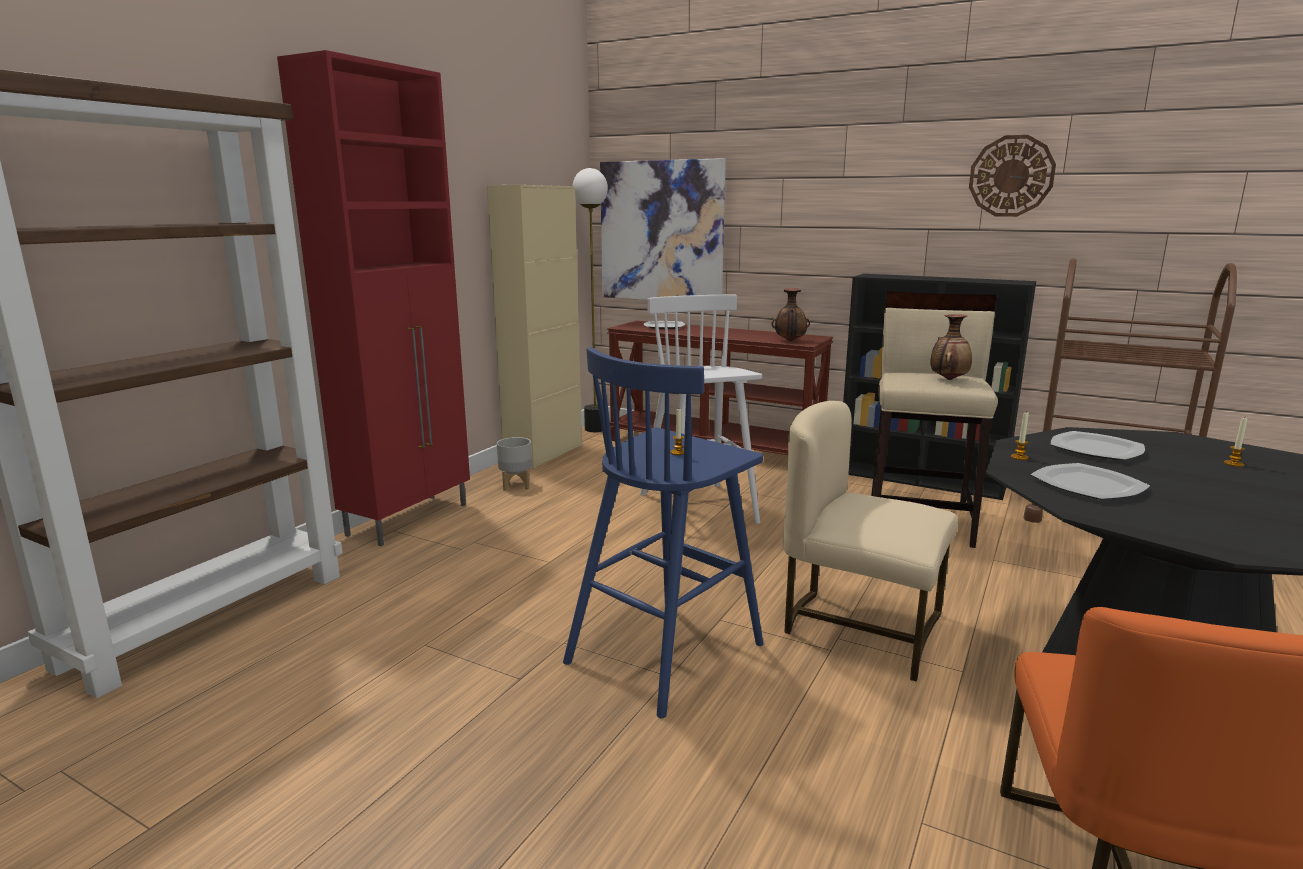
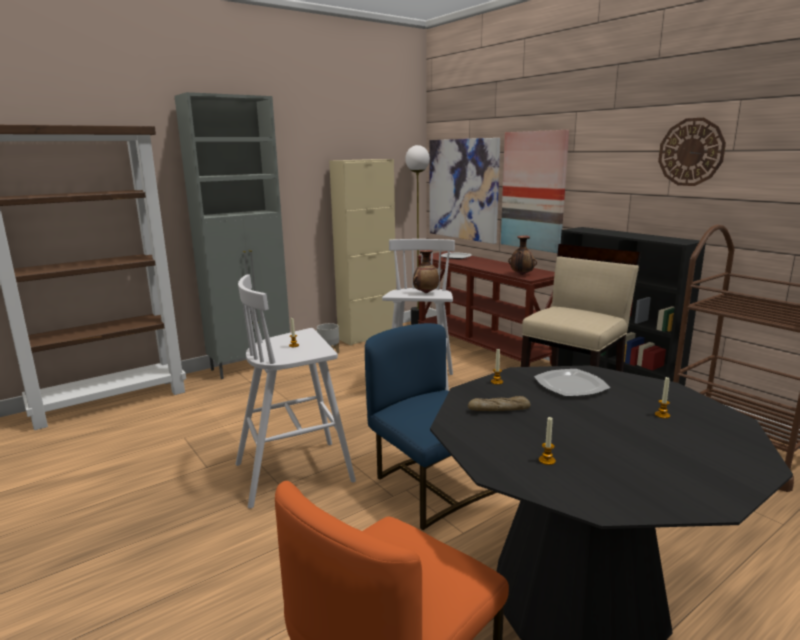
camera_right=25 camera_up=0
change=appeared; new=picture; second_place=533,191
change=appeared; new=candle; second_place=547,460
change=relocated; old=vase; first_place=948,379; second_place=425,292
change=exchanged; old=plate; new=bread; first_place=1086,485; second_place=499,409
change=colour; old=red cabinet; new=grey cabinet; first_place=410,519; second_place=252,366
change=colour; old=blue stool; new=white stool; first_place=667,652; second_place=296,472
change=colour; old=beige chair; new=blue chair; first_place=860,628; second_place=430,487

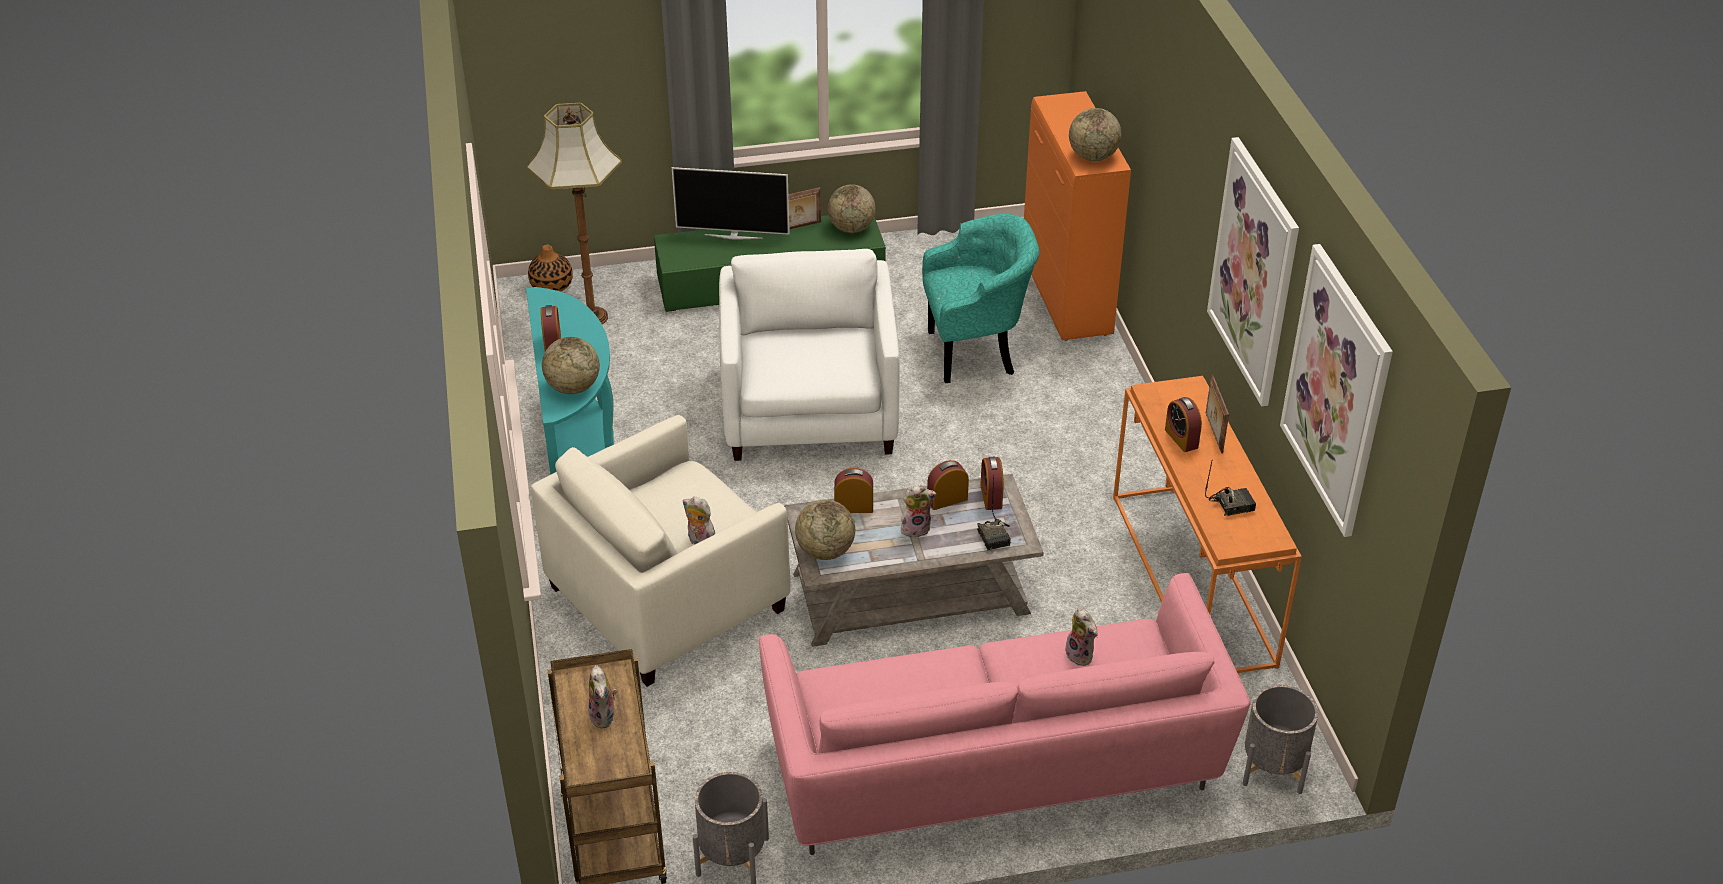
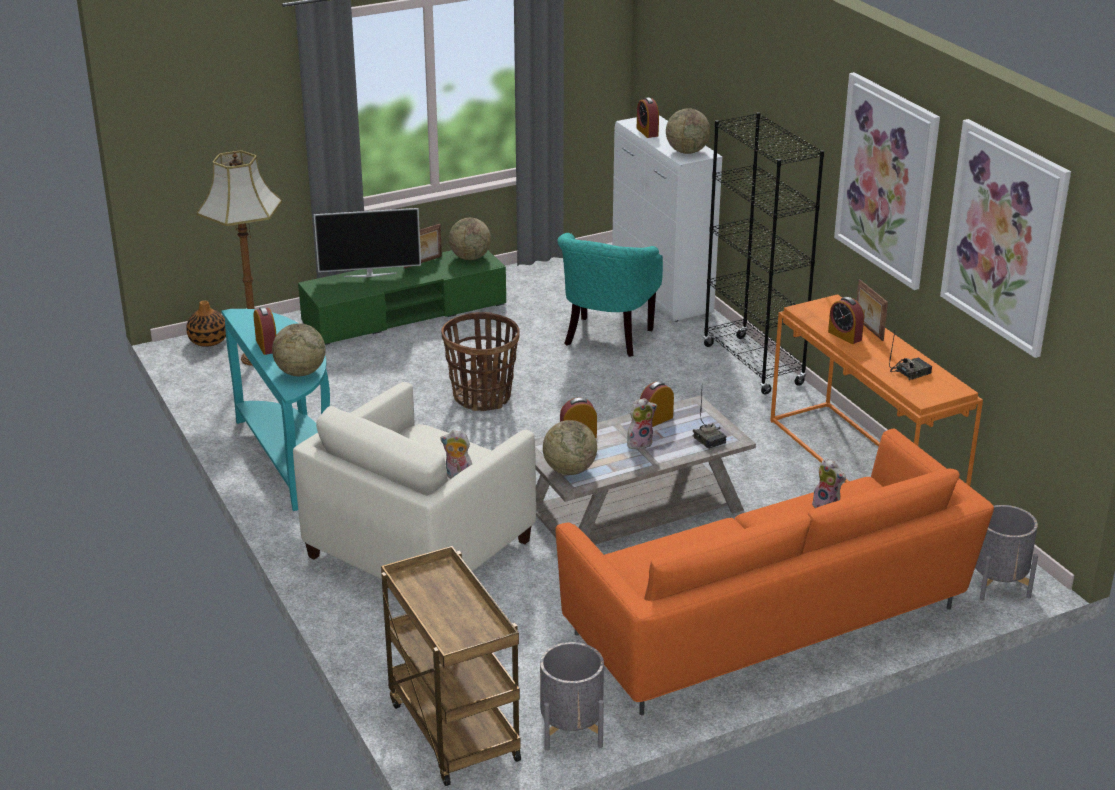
camera_right=-15 camera_up=-10
change=missing; old=plush toy; first_place=604,717
change=appeared; new=black bookcase; second_place=753,365
change=relocated; old=alarm clock; first_place=991,496; second_place=647,132
change=exchanged; old=white armchair; new=basket; first_place=809,410; second_place=482,397
change=colour; old=pink sofa; new=orange sofa; first_place=994,769; second_place=769,624
change=colour; old=orange cabinet; new=white cabinet; first_place=1066,298; second_place=662,293
change=spun; old=turquoise armchair; first_place=976,352; second_place=606,339; degrees=135

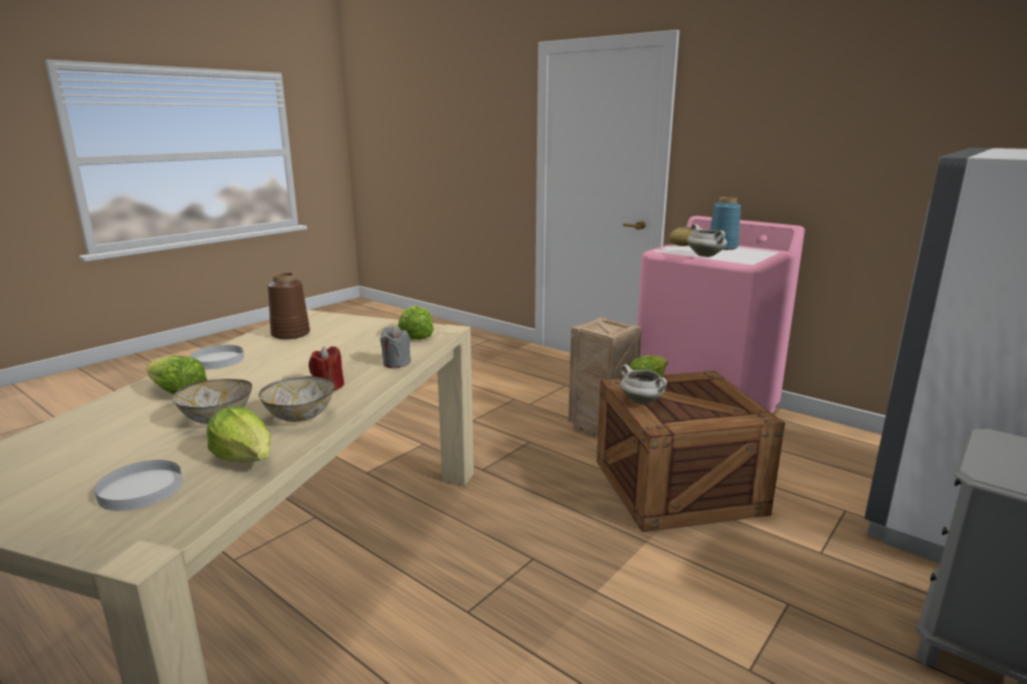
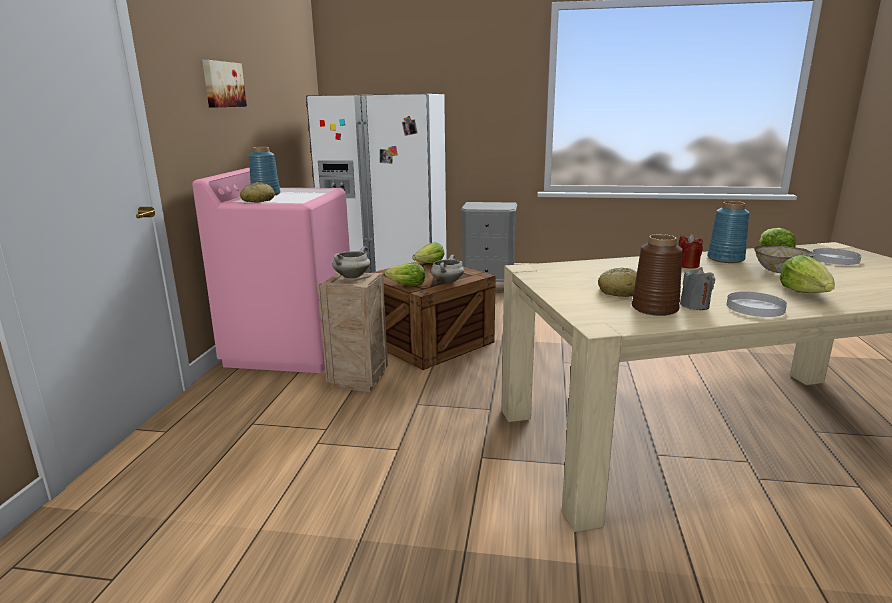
camera_right=-120 camera_up=0
change=appeared; new=picture; second_place=223,84
change=appeared; new=bread; second_place=619,292
change=relocated; old=grey candle; first_place=396,363; second_place=694,306
change=relocated; old=lettuce; first_place=415,335; second_place=429,264
change=relocated; old=white cooking pot; first_place=706,256; second_place=352,276
change=exchanged; old=bowl; new=blue vase; first_place=299,416; second_place=726,259

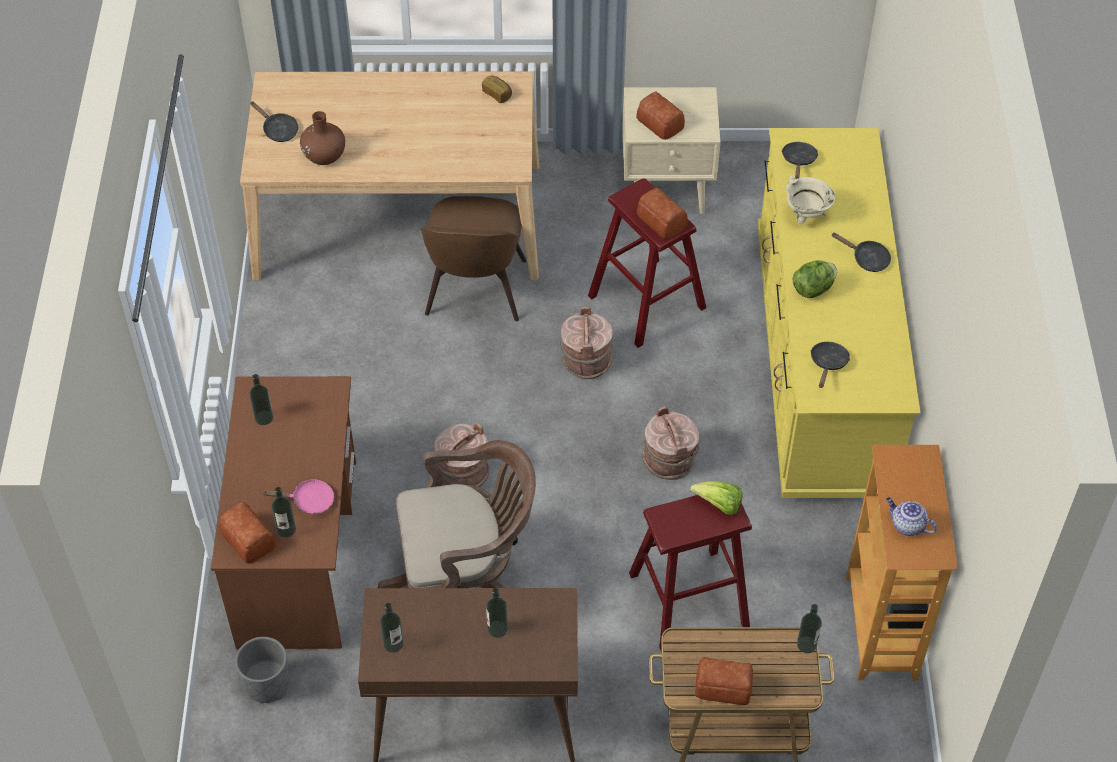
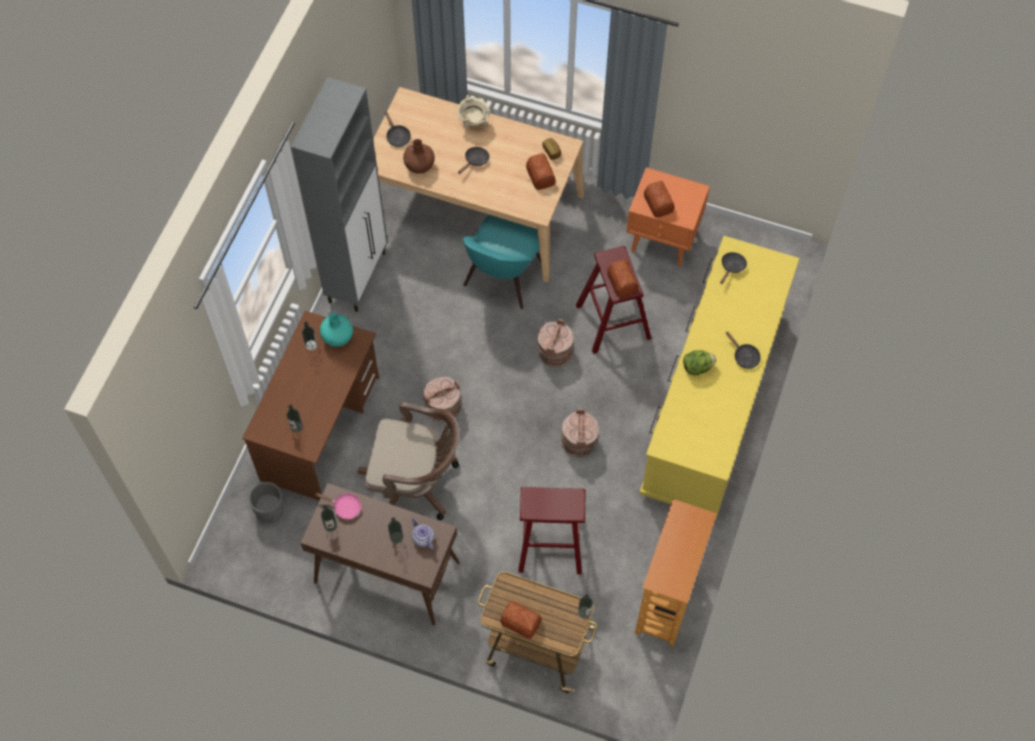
camera_right=20 camera_up=10
change=missing; old=lettuce; first_place=719,505
change=appeared; new=grey cabinet; second_place=358,276
change=appeared; new=turquoise vase; second_place=337,337
change=relocated; old=bread; first_place=248,537; second_place=541,175
change=relocated; old=pink frying pan; first_place=309,501; second_place=344,507
change=relocated; old=beige cooking pot; first_place=805,216; second_place=473,123
change=relocated; old=black frying pan; first_place=828,363; second_place=475,161
change=relocated; old=teapot; first_place=907,525; second_place=423,538
change=colour; old=brown chair; new=turquoise chair; first_place=475,291; second_place=503,278
change=colour; old=beige nightstand; new=orange nightstand; first_place=668,189; second_place=664,240

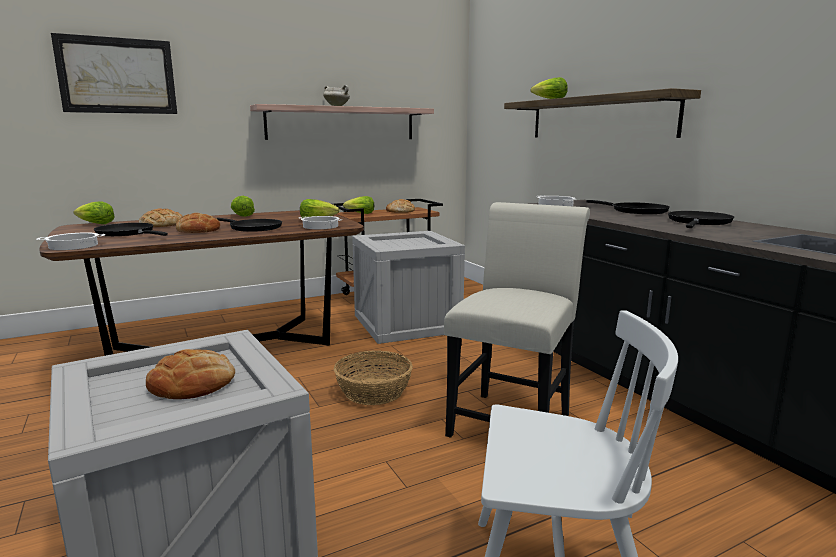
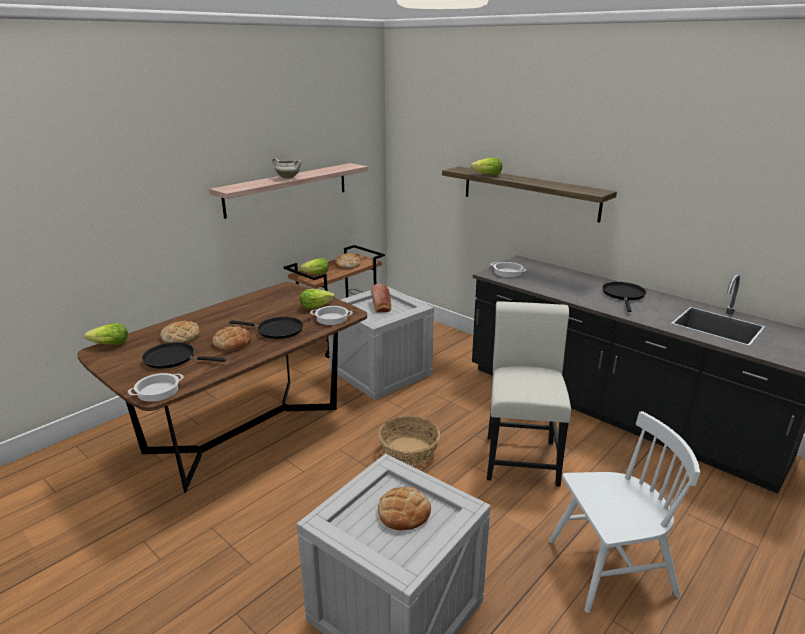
camera_right=-20 camera_up=10
change=missing; old=picture; first_place=117,76
change=missing; old=lettuce; first_place=242,215
change=missing; old=black frying pan; first_place=636,211
change=appeared; new=bread; second_place=381,306

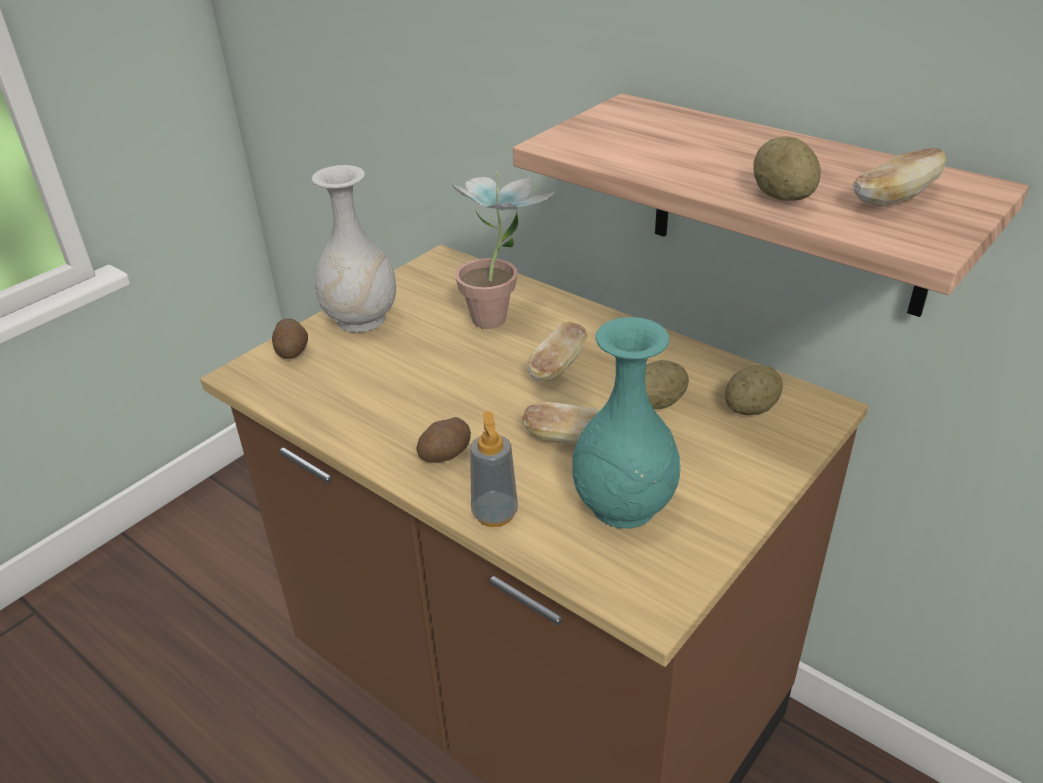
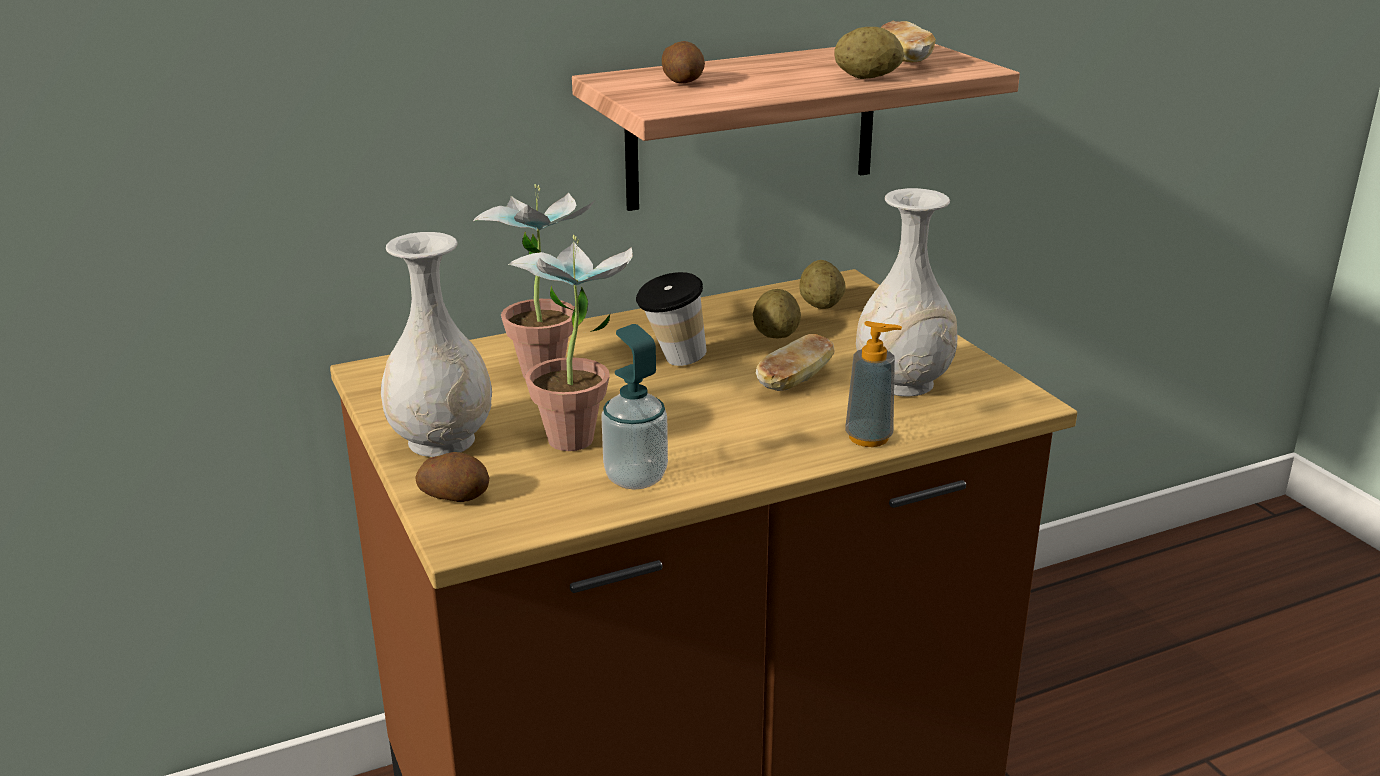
camera_right=-65 camera_up=-10
change=appeared; new=potted plant; second_place=581,432
change=appeared; new=soap dispenser; second_place=635,477
change=relocated; old=potato; first_place=446,454; second_place=683,81
change=exchanged; old=bread; new=cup; first_place=558,367; second_place=672,361
change=colour; old=turquoise vase; new=white vase; first_place=622,507; second_place=903,383

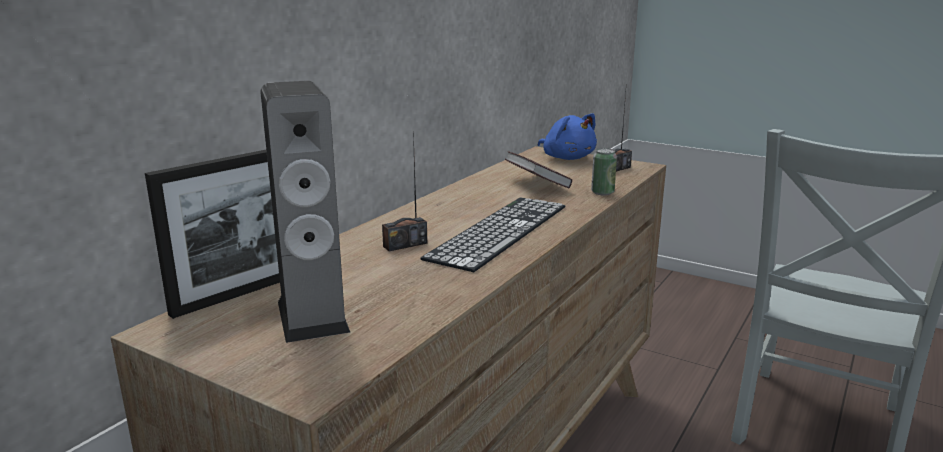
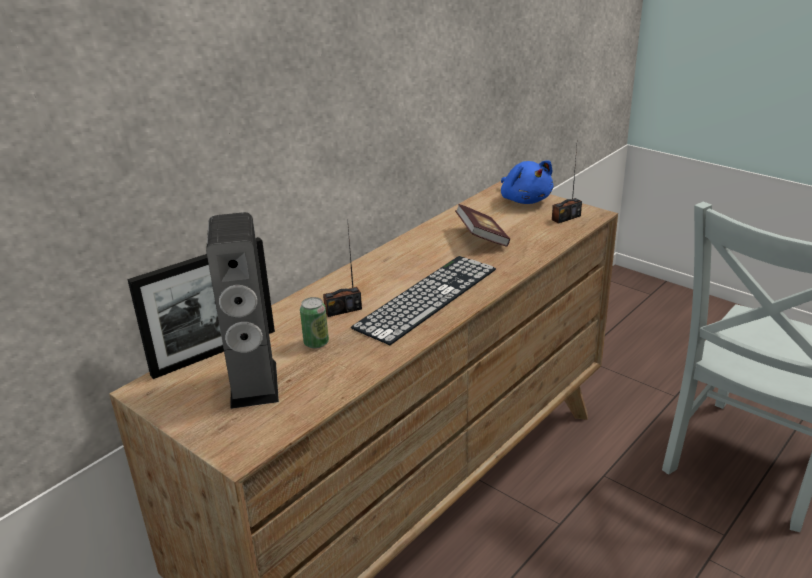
camera_right=10 camera_up=10
change=relocated; old=can; first_place=602,192; second_place=316,343

